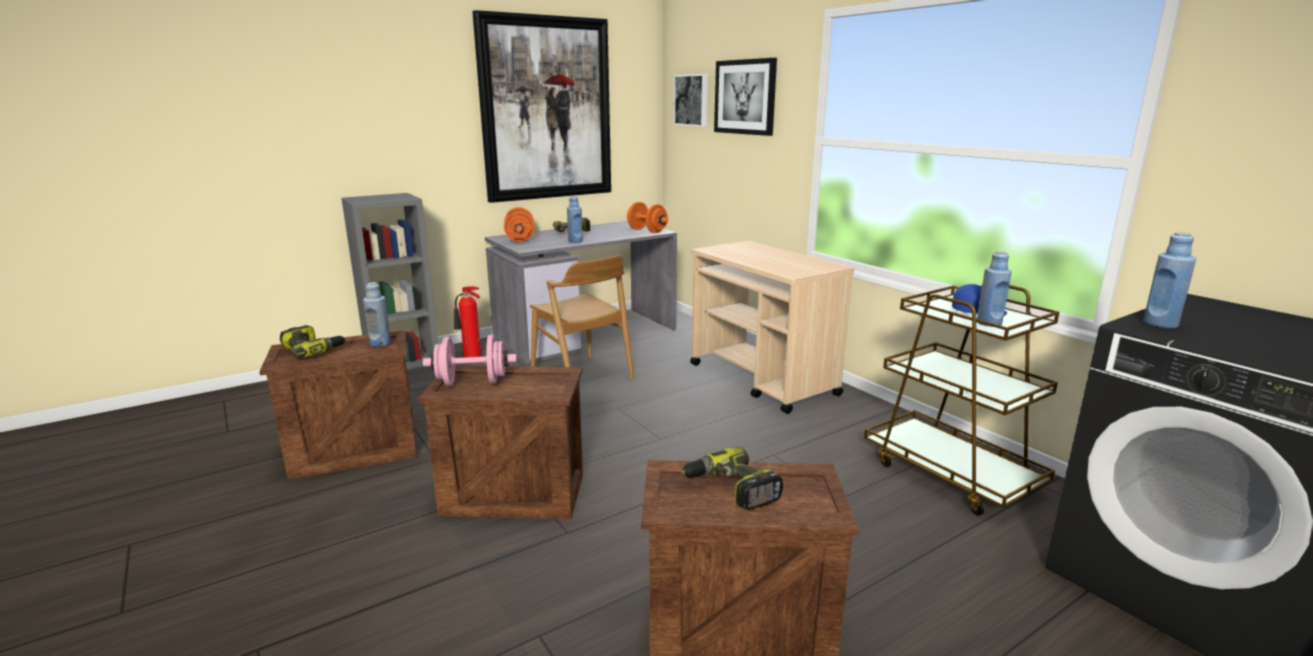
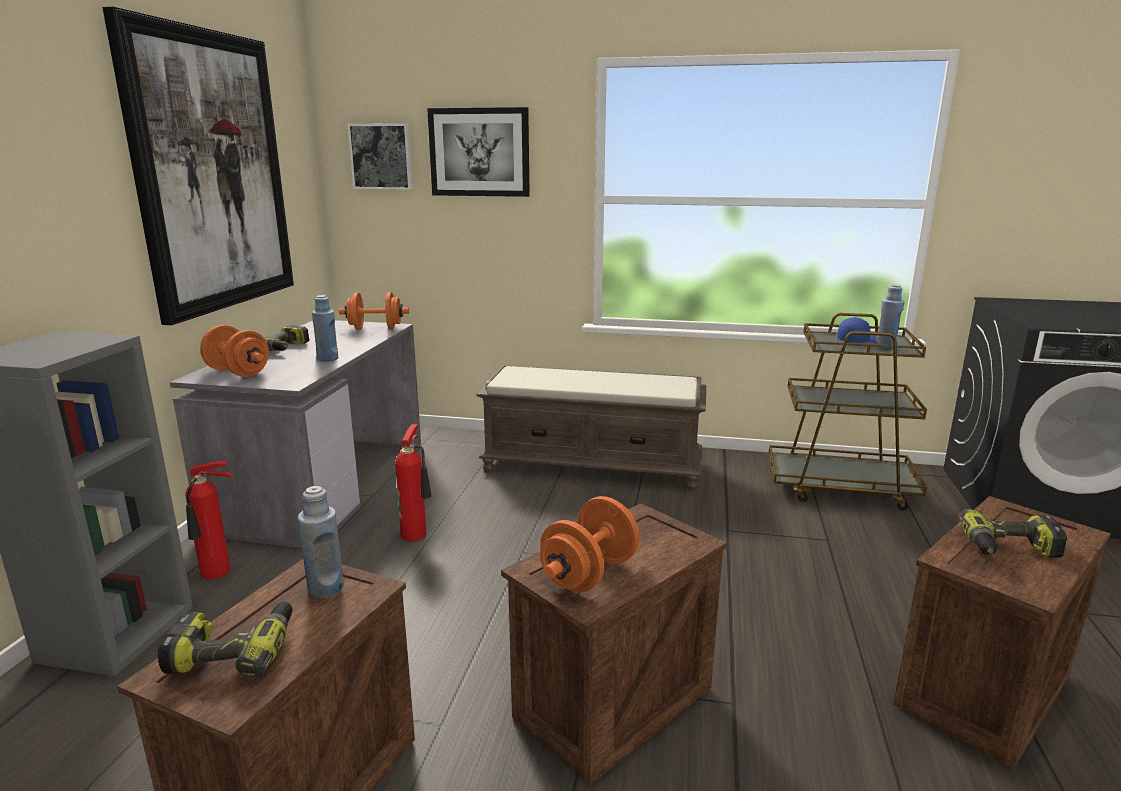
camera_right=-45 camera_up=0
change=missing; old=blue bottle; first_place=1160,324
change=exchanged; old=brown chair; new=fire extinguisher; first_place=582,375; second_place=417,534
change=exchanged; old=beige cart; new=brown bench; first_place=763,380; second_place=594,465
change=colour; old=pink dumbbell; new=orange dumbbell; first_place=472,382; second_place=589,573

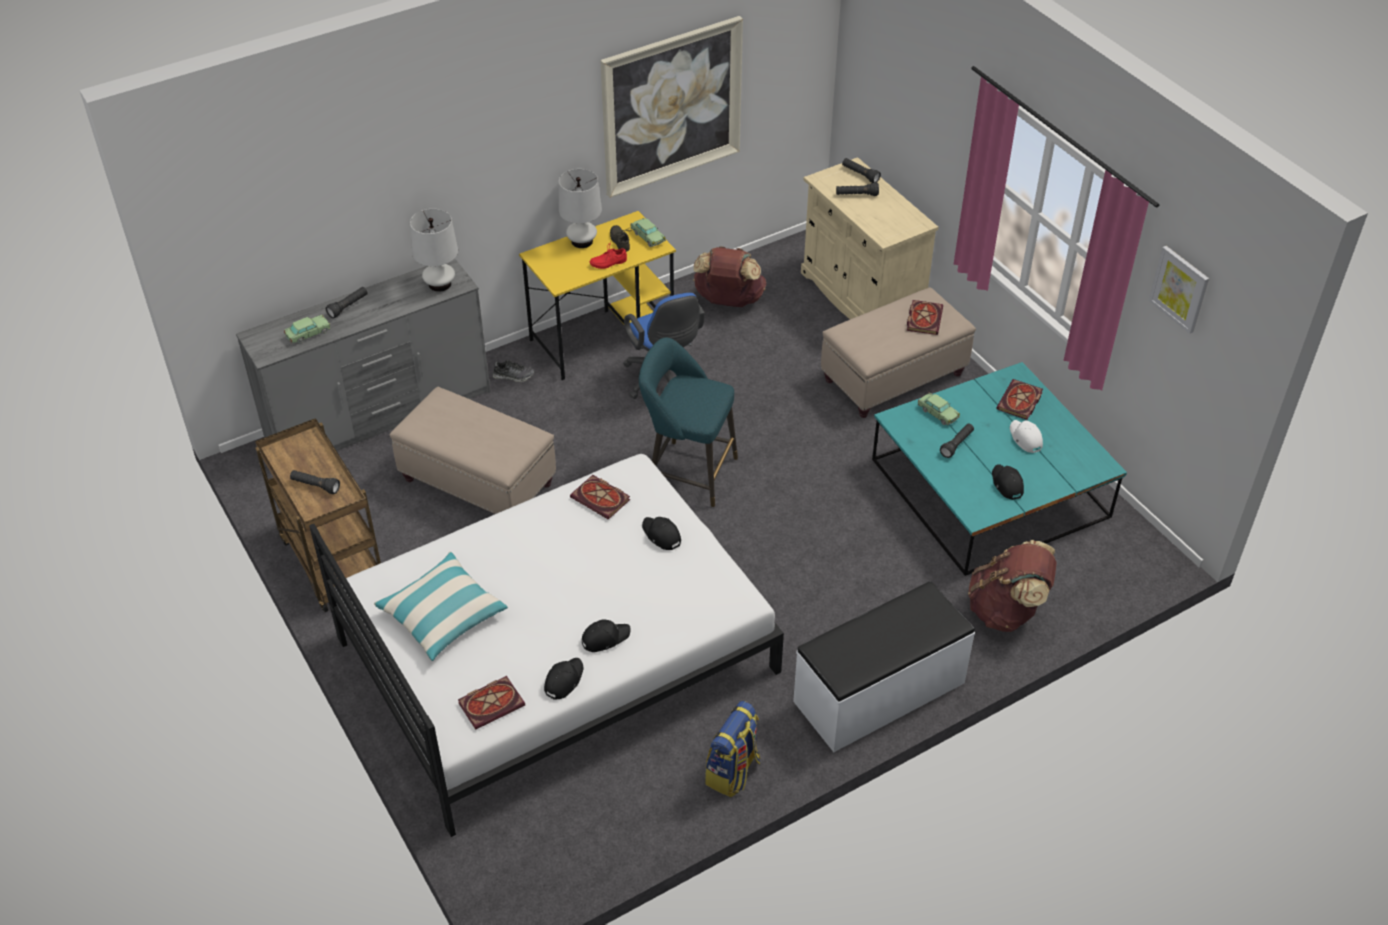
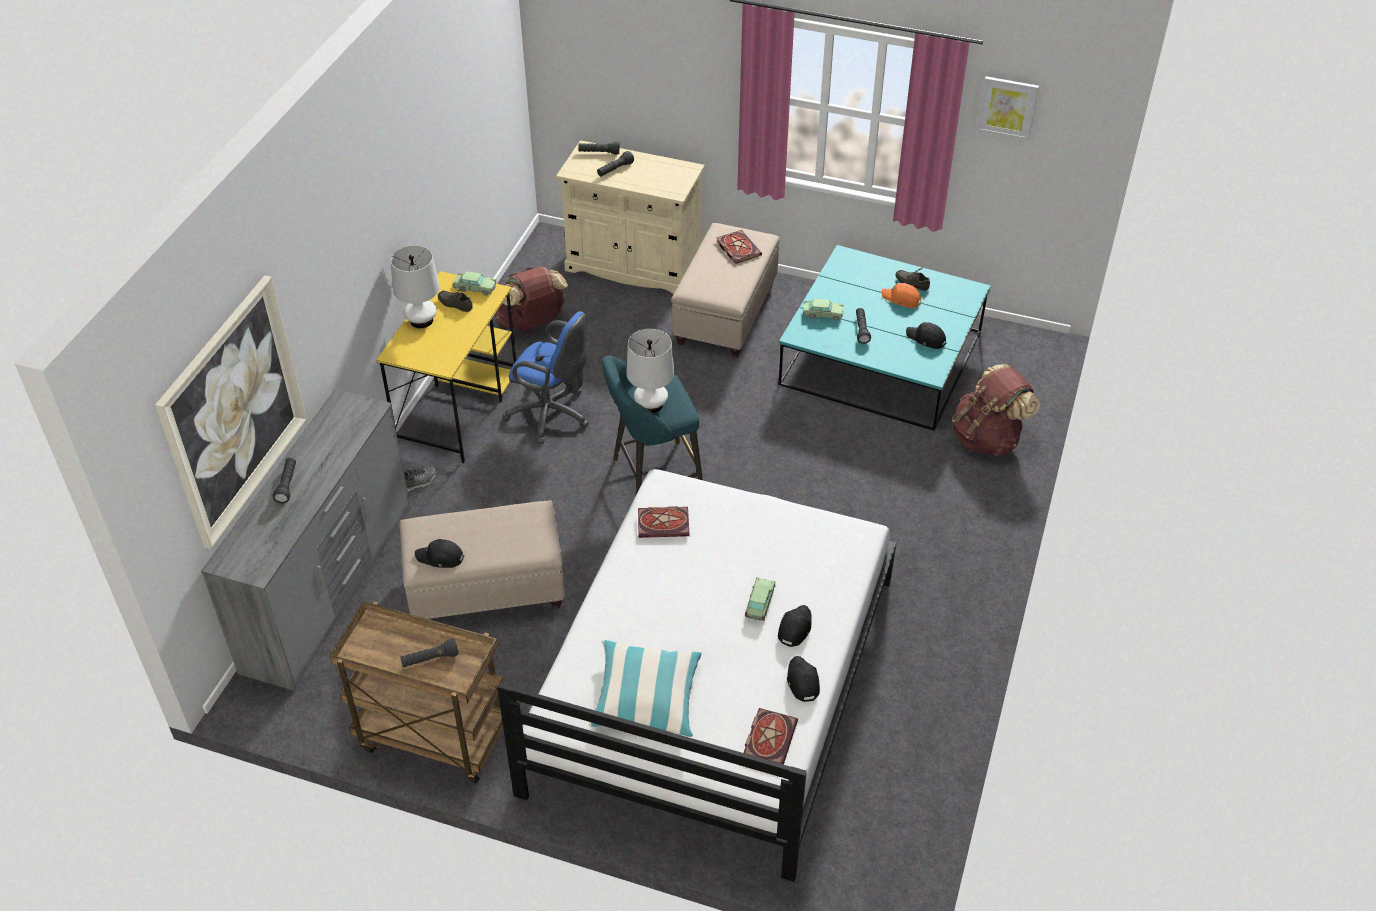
camera_right=-40 camera_up=0
change=missing; old=red shoe; first_place=608,262
change=missing; old=backpack; first_place=733,772
change=missing; old=white bench; first_place=880,693
change=missing; old=book; first_place=1020,402
change=appeared; new=grey shoe; second_place=912,282
change=relocated; old=toy car; first_place=308,334; second_place=759,603
change=relocated; old=white table lamp; first_place=439,284; second_place=651,405
change=relocated; old=picture; first_place=671,106; second_place=233,411
change=relocated; old=black cap; first_place=661,535; second_place=440,558
change=colour; old=white cap; new=orange cap; first_place=1025,439; second_place=901,299

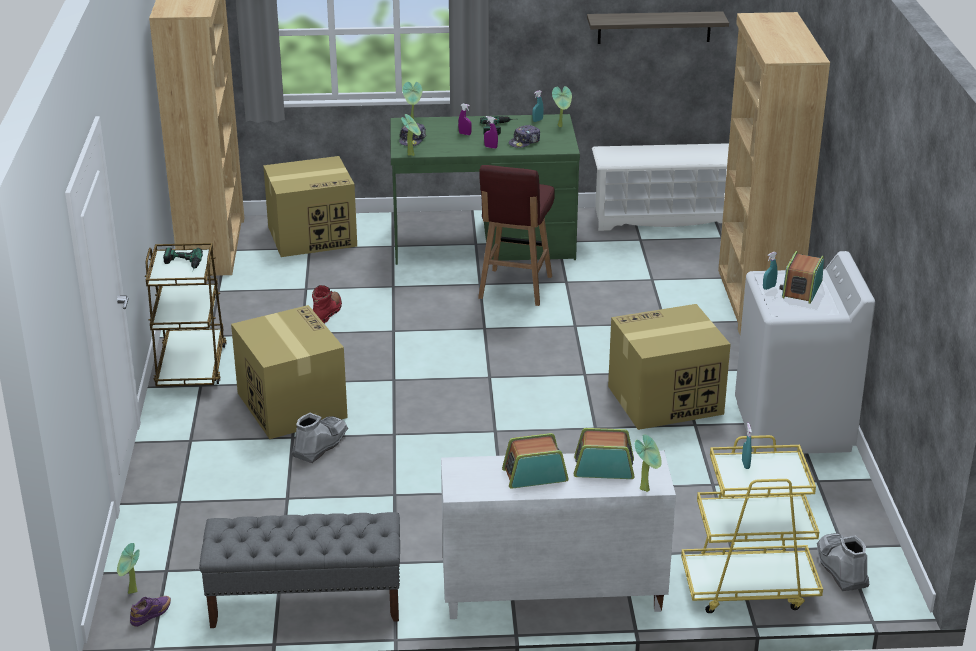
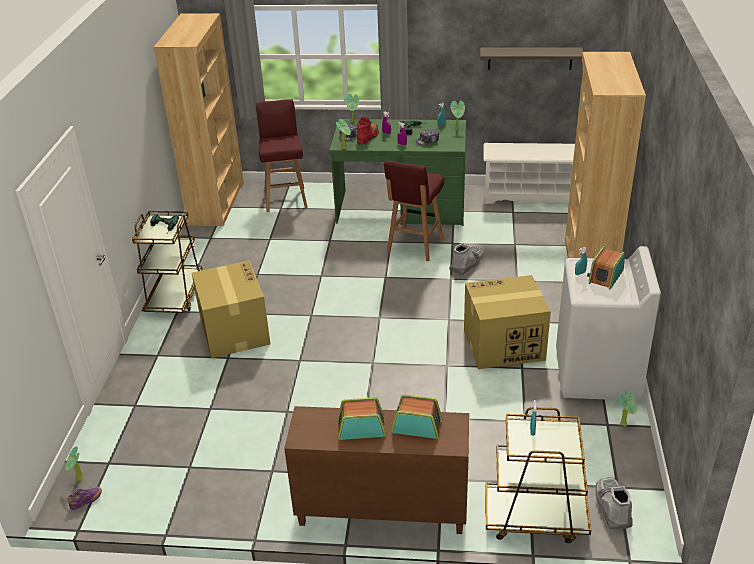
camera_right=10 camera_up=5
change=missing; old=grey bench; first_place=305,602
change=relocated; old=grey boot; first_place=320,445; second_place=466,264
change=relocated; old=red boot; first_place=327,312; second_place=368,137
change=relocated; old=potted plant; first_place=646,489; second_place=624,424
change=exchanged; old=cardboard box; new=red stool; first_place=313,236; second_place=286,199
change=colour; old=white cabinet; new=brown cabinet; first_place=551,595; second_place=381,511
change=colour; old=yellow cart; new=brown cart; first_place=748,587; second_place=535,518

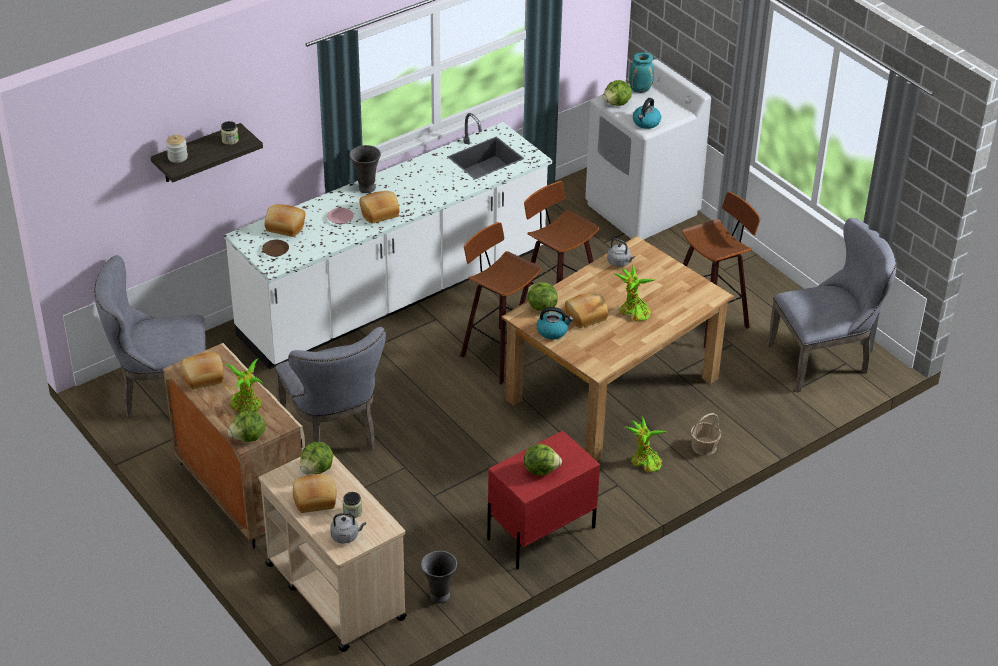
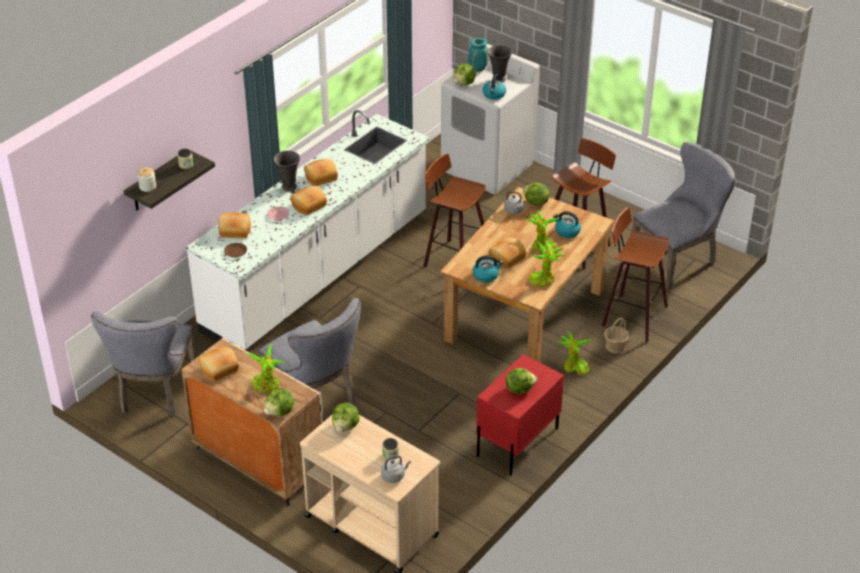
camera_right=-15 camera_up=0
change=appeared; new=potted plant; second_place=543,280
change=appeared; new=kettle; second_place=567,231
change=relocated; old=bread; first_place=315,499; second_place=320,177
change=relocated; old=grey vase; first_place=439,596; second_place=498,79
change=relocated; old=stool; first_place=500,353; second_place=632,316
change=relocated; old=lettuce; first_place=541,307; second_place=535,203
change=spun; old=grey chair; first_place=161,394; second_place=155,393; degrees=-60

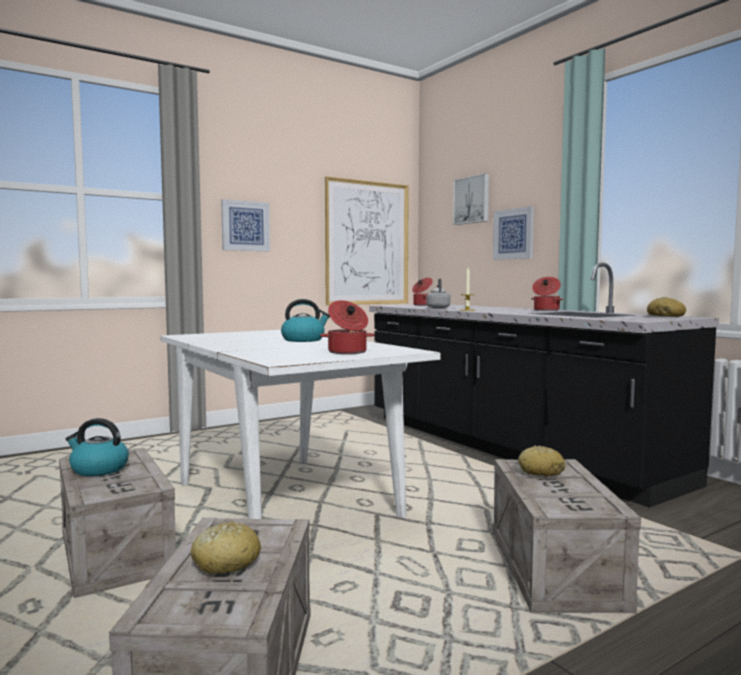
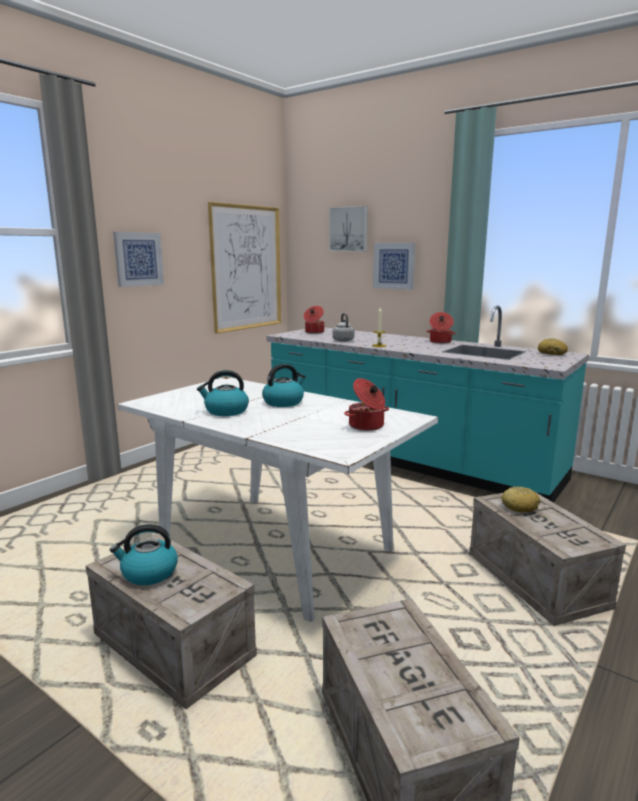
camera_right=-20 camera_up=10
change=missing; old=bread; first_place=225,561
change=appeared; new=kettle; second_place=226,411
change=colour; old=black counter; new=turquoise counter; first_place=506,447; second_place=407,458

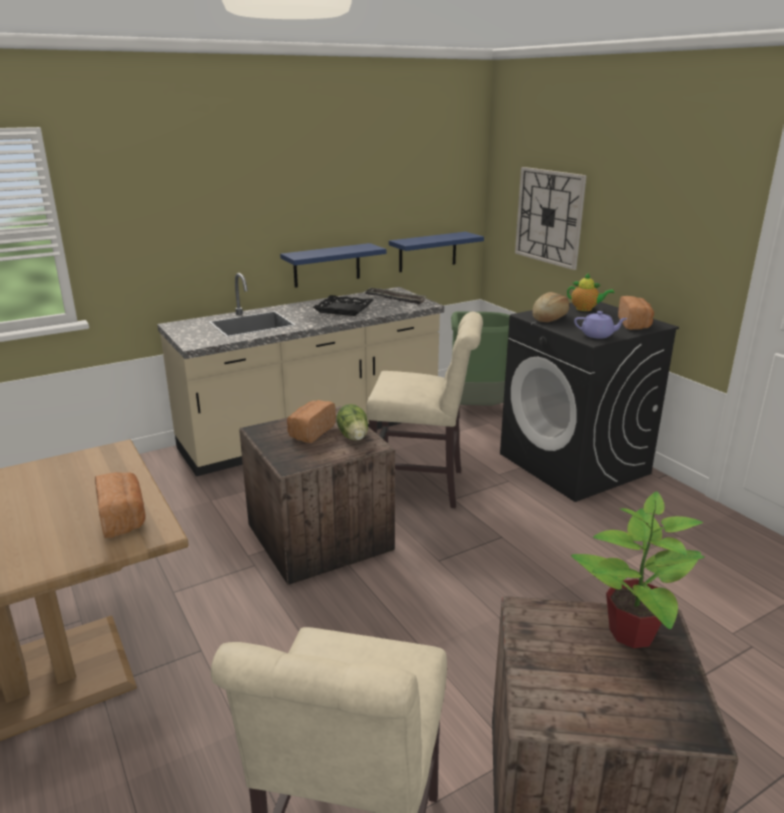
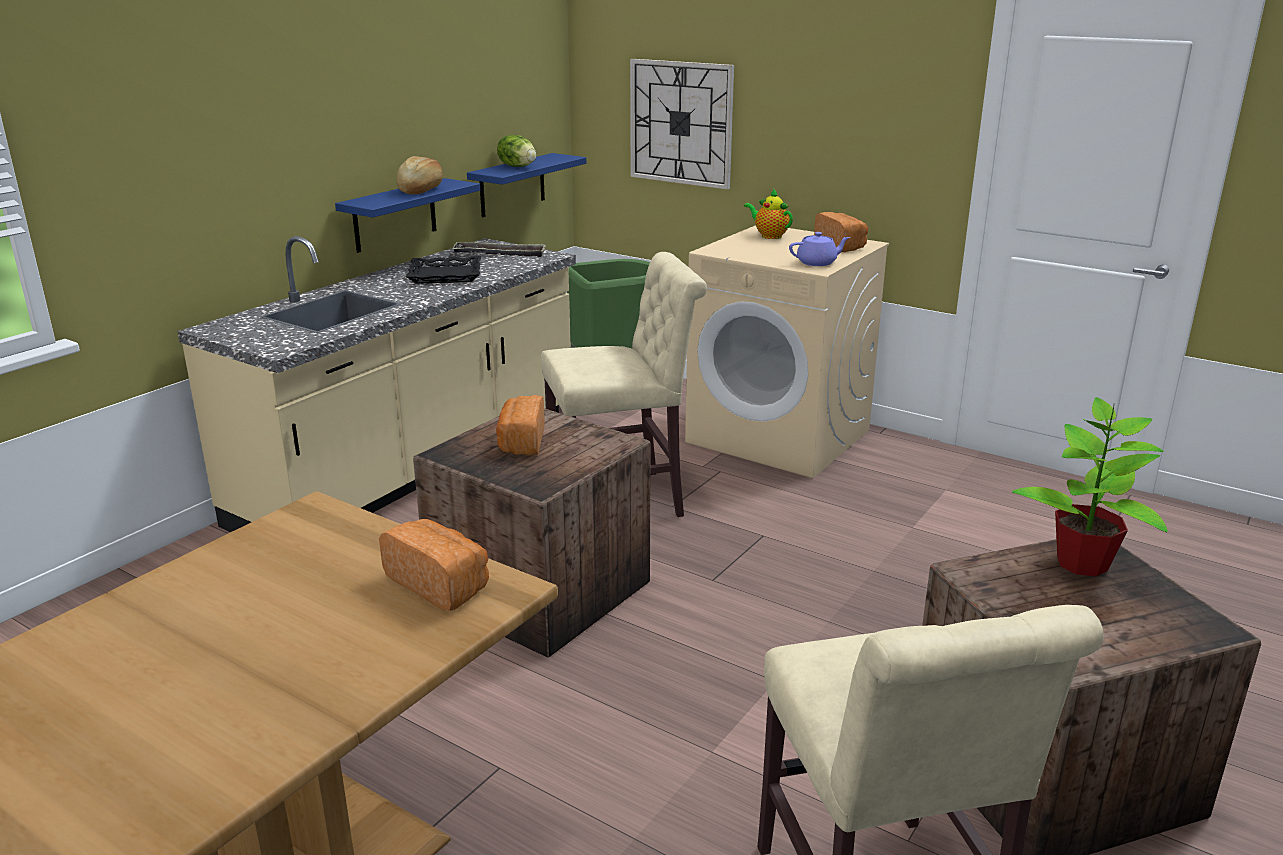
camera_right=-25 camera_up=0
change=relocated; old=lettuce; first_place=354,436; second_place=518,166
change=relocated; old=bread; first_place=549,318; second_place=420,190
change=colour; old=black washing machine; new=beige washing machine; first_place=574,464; second_place=780,436
change=spun; old=teapot; first_place=586,309; second_place=769,236; degrees=-135

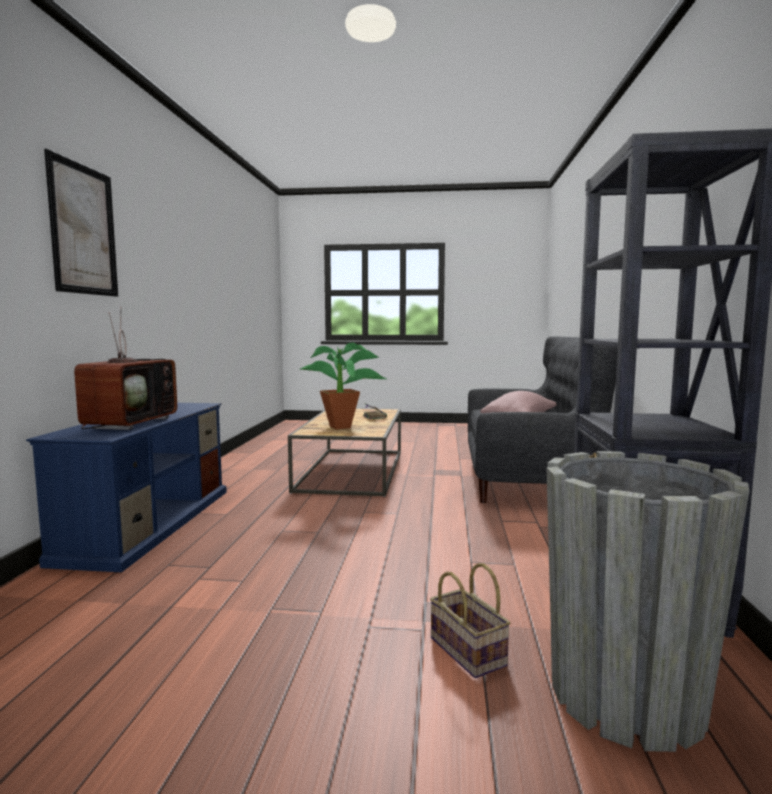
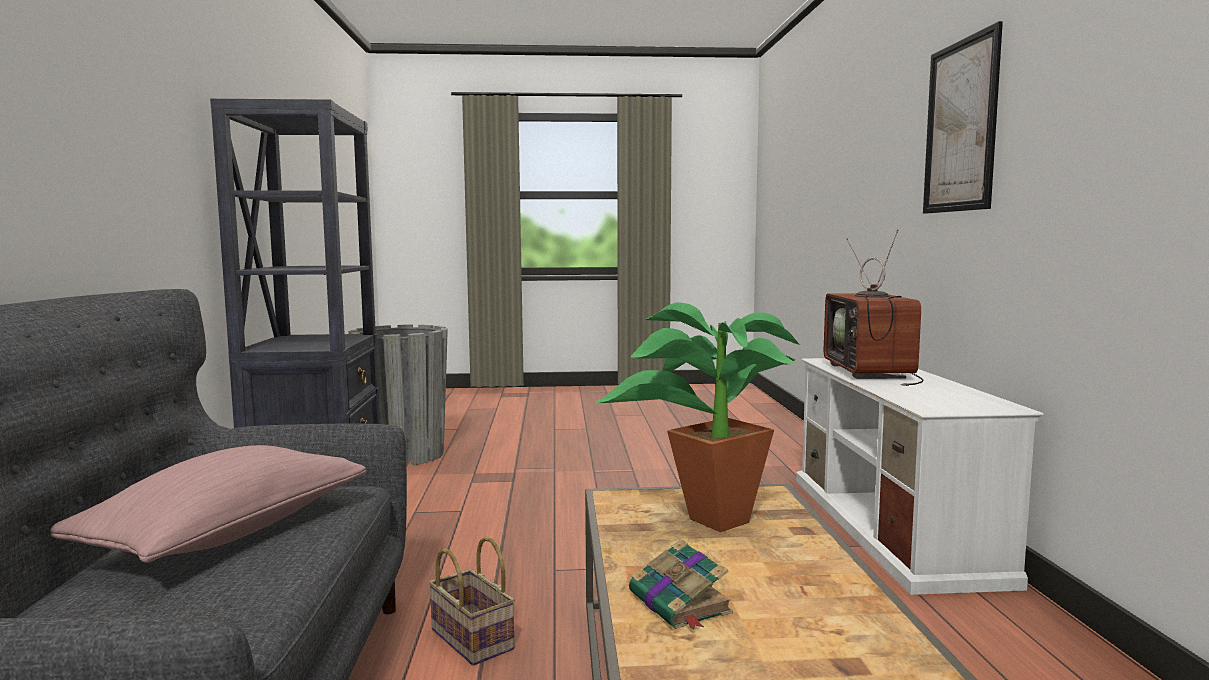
camera_right=170 camera_up=0
change=relocated; old=basket; first_place=470,652; second_place=469,639
change=colour; old=blue tv stand; new=white tv stand; first_place=149,522; second_place=893,526

